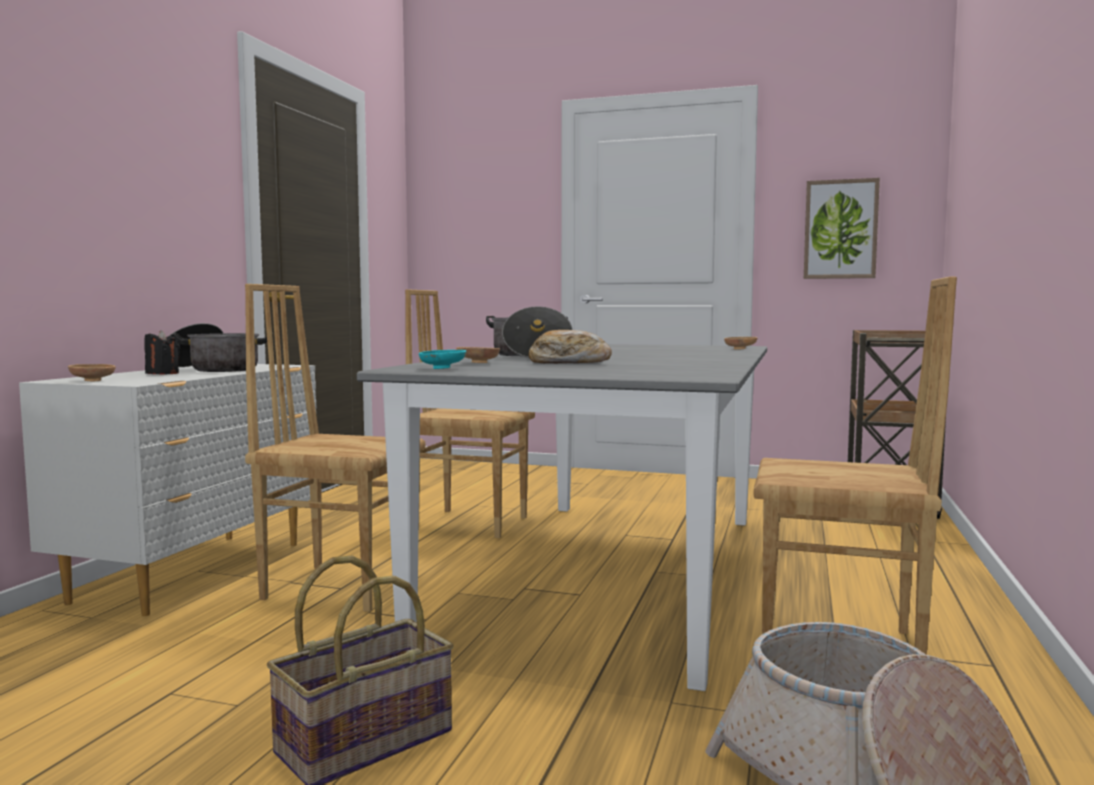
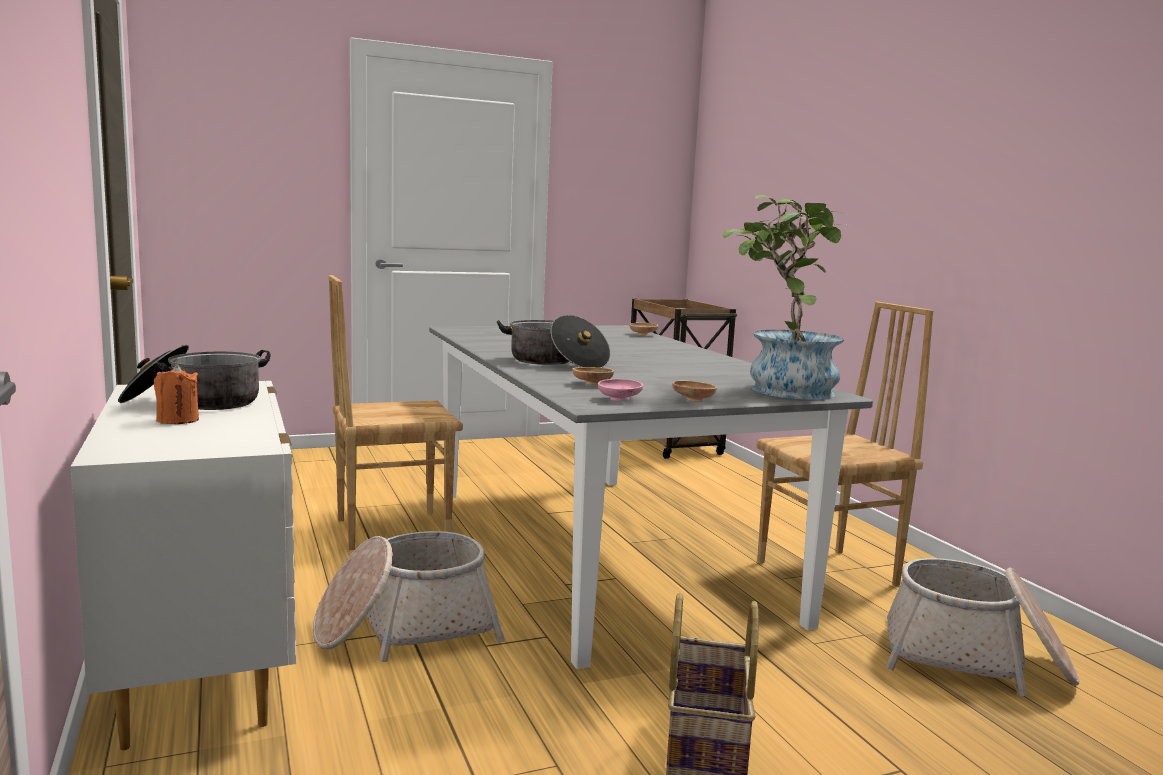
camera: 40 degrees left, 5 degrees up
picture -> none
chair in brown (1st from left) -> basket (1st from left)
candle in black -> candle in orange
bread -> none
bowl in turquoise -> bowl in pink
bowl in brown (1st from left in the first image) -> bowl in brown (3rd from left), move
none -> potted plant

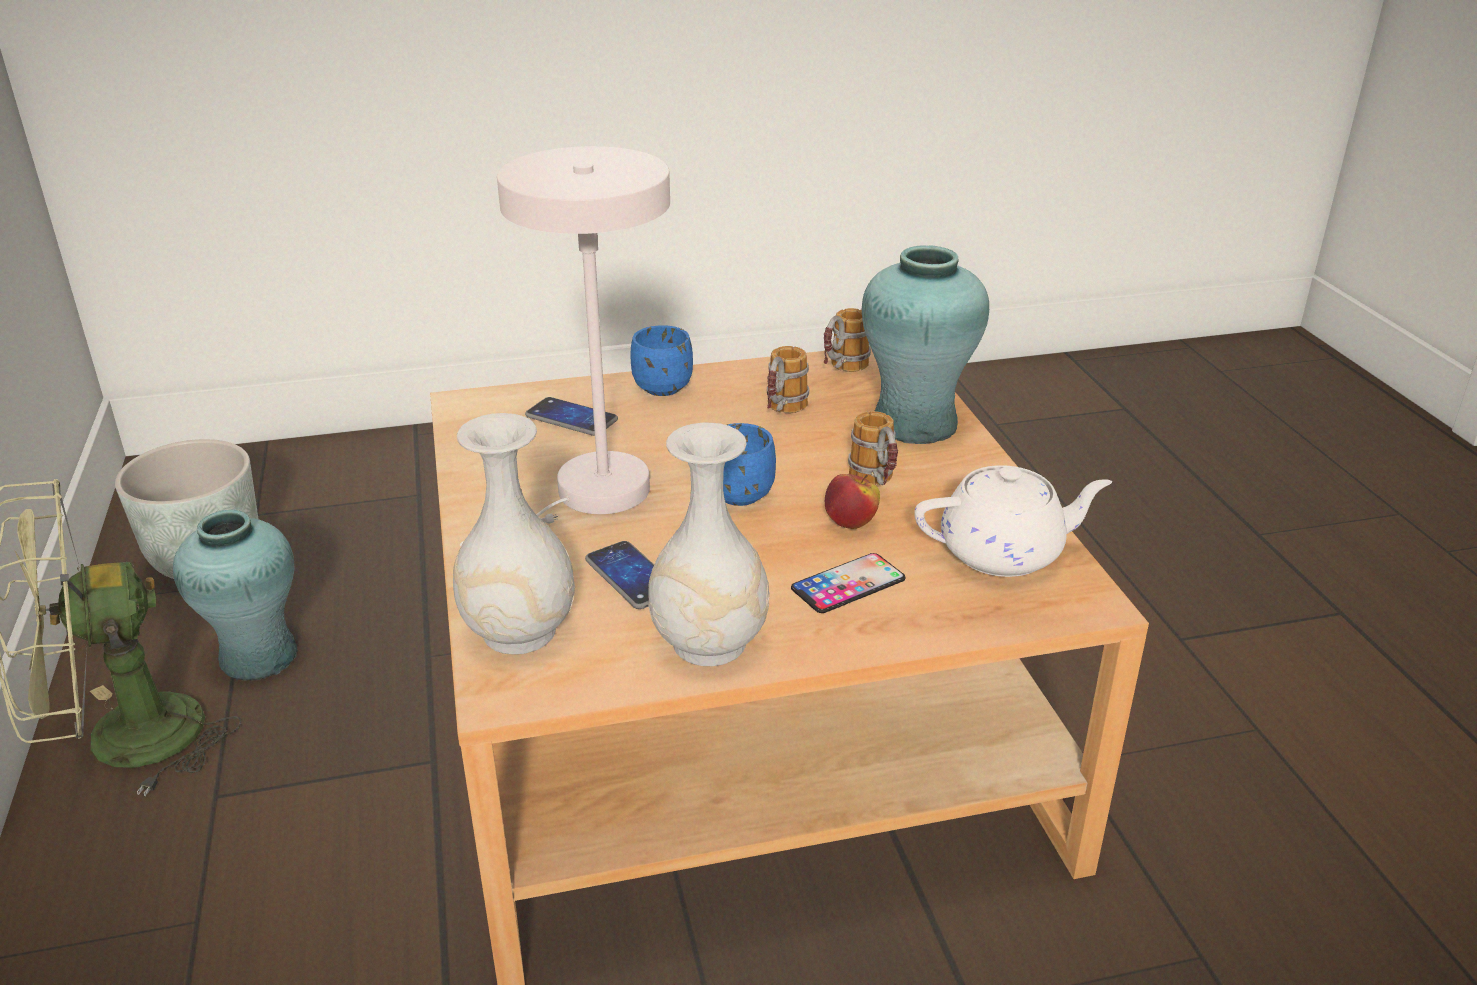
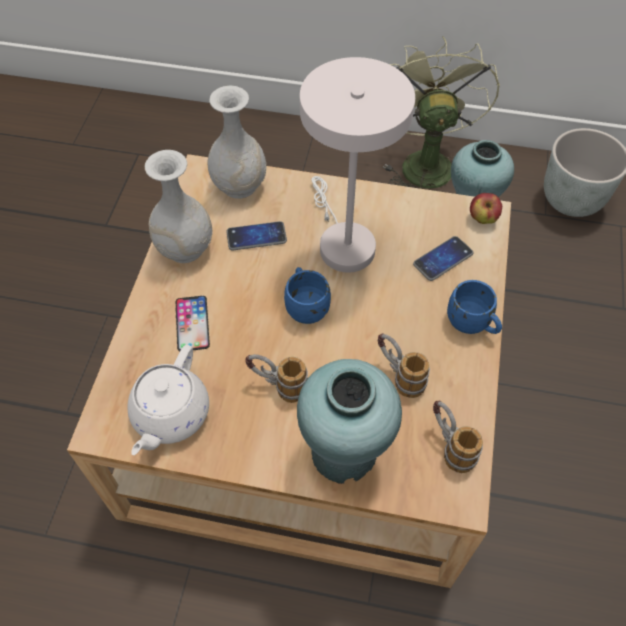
camera: 115 degrees right, 25 degrees up
apple, move

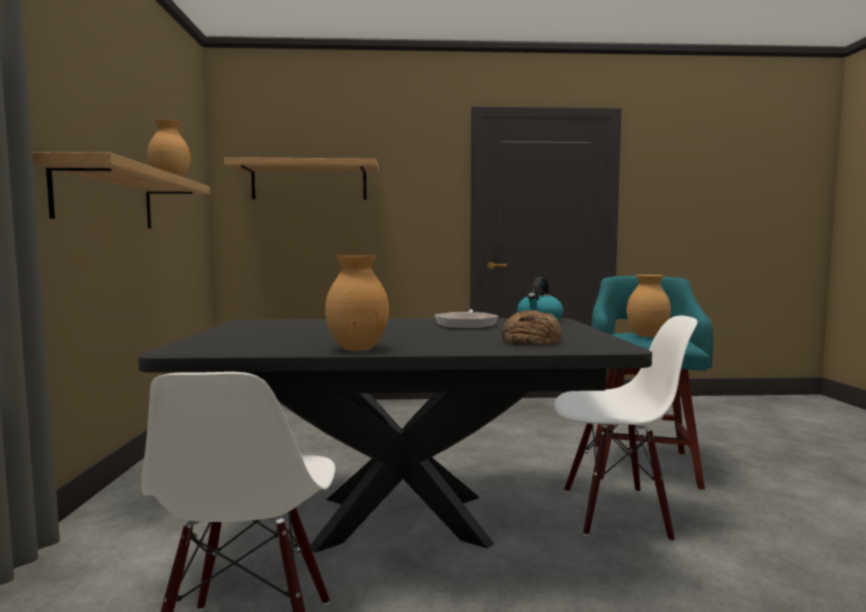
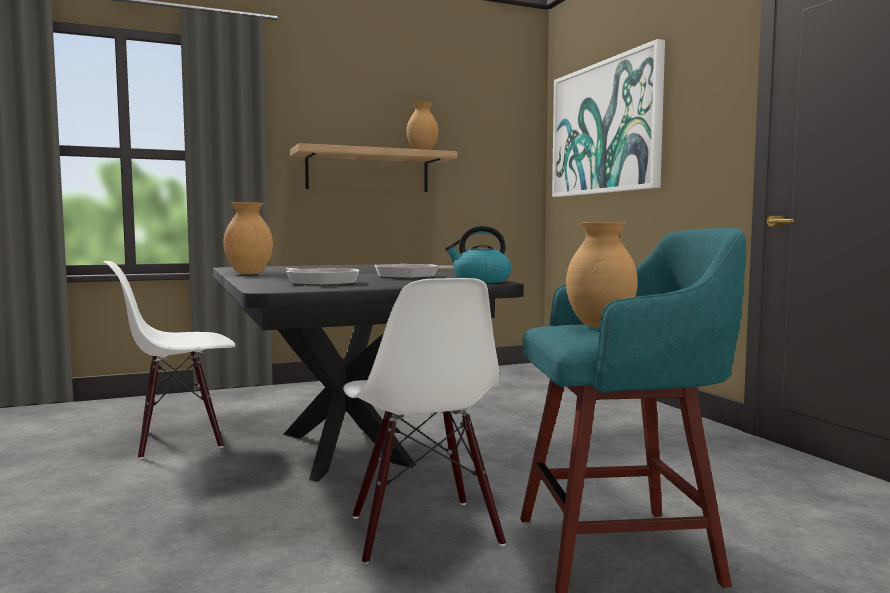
camera: 70 degrees right, 0 degrees up
shelf (2nd from left) -> picture
bread -> frying pan (1st from left)

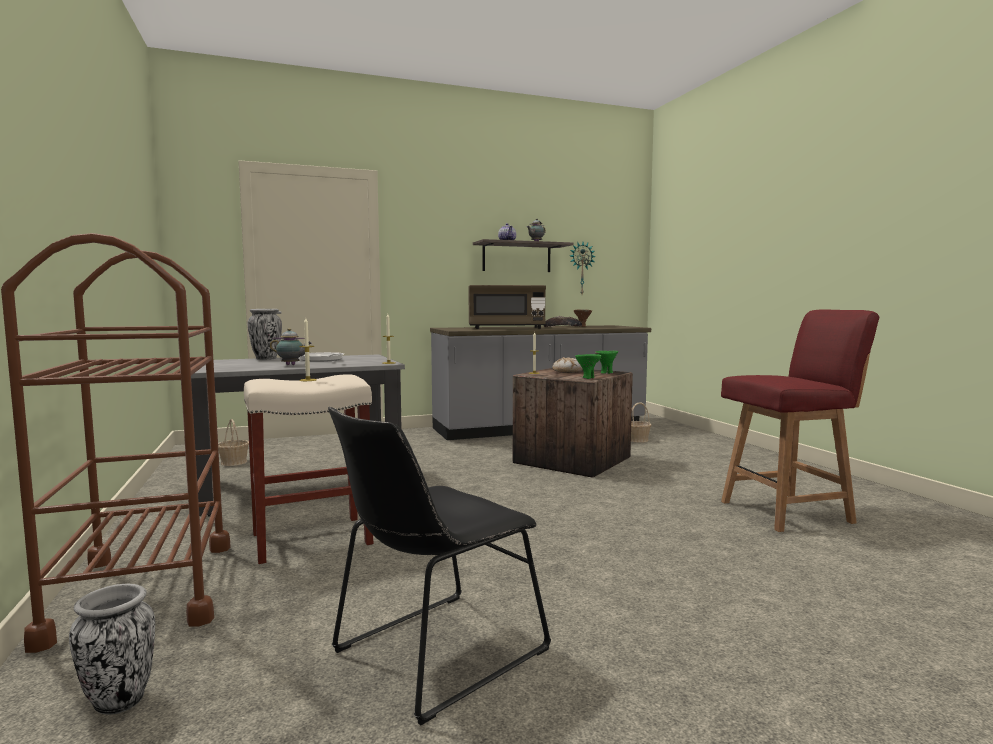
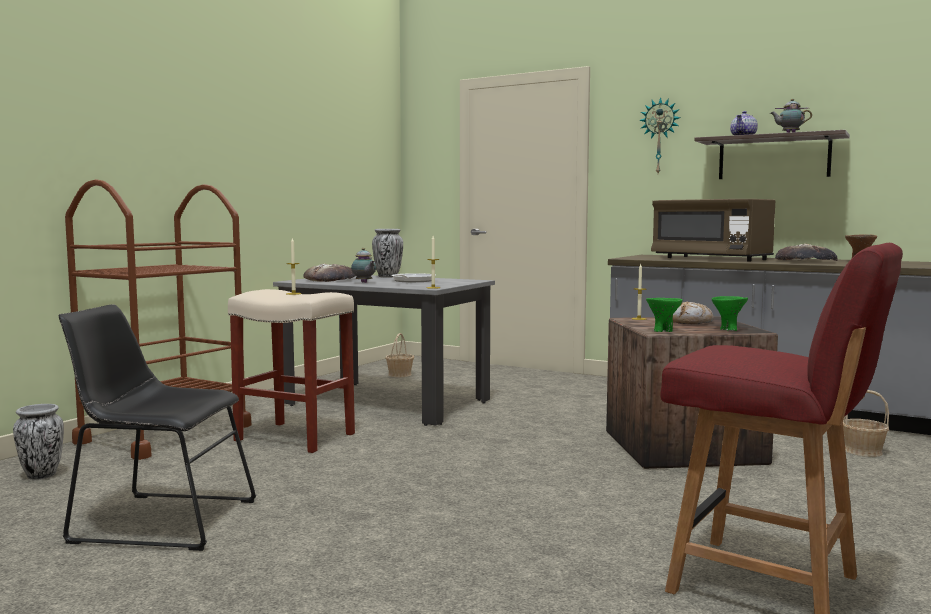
camera: 50 degrees right, 0 degrees up
wall clock, move
none -> bread (1st from left)

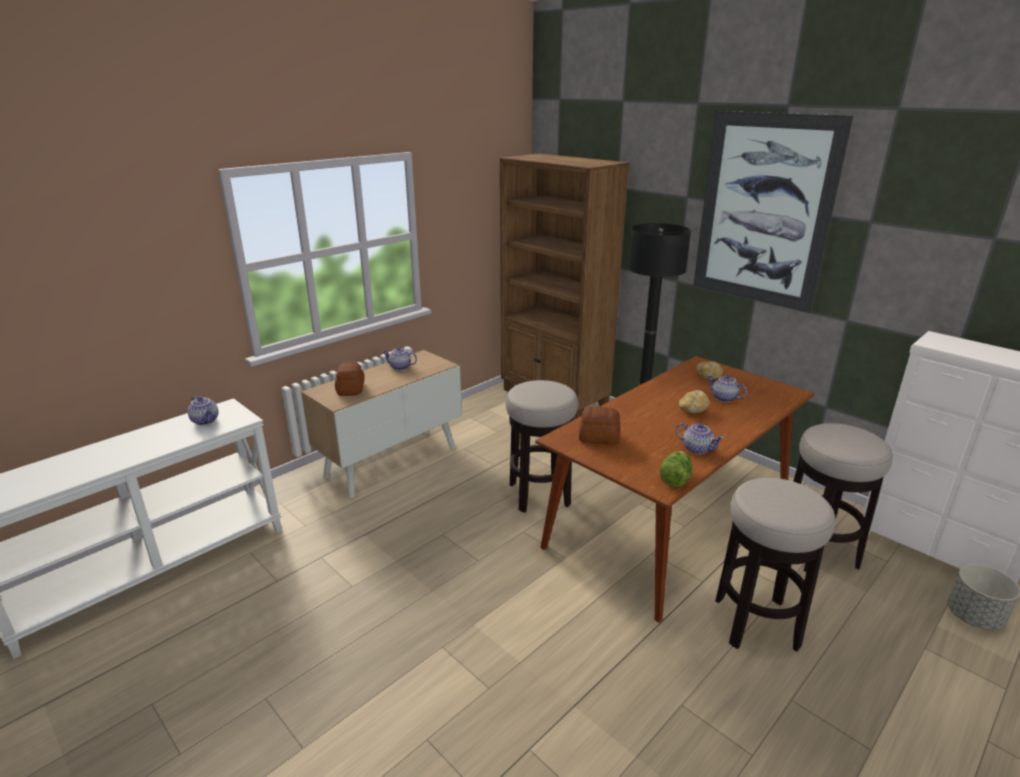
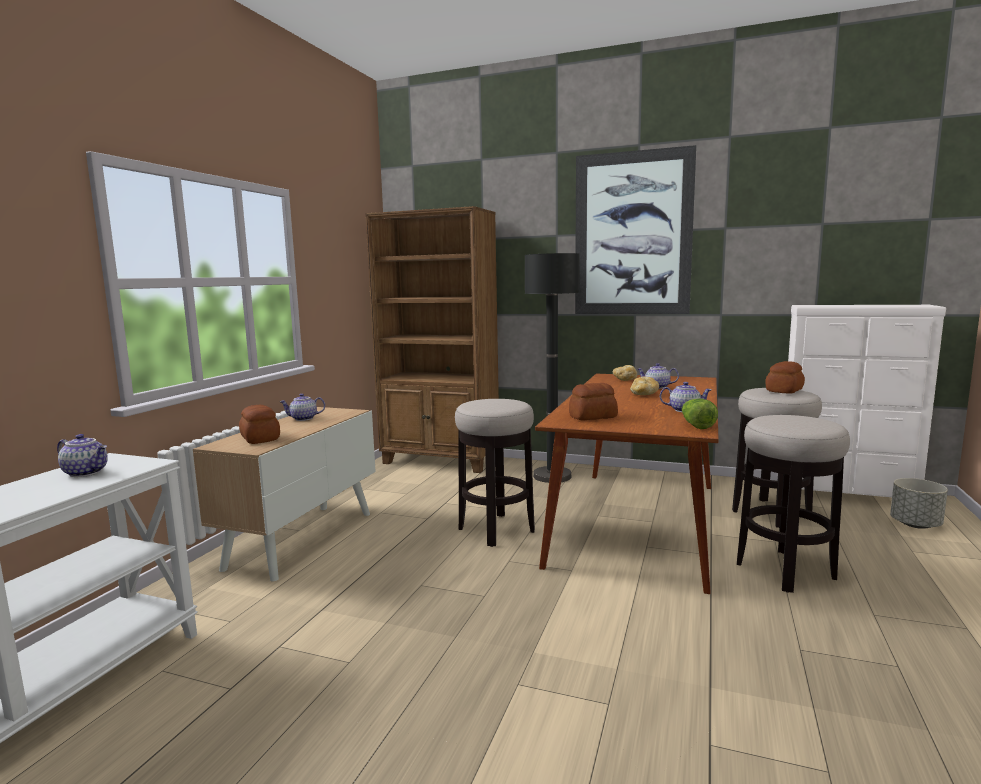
camera: 25 degrees left, 15 degrees down
none -> bread (5th from left)

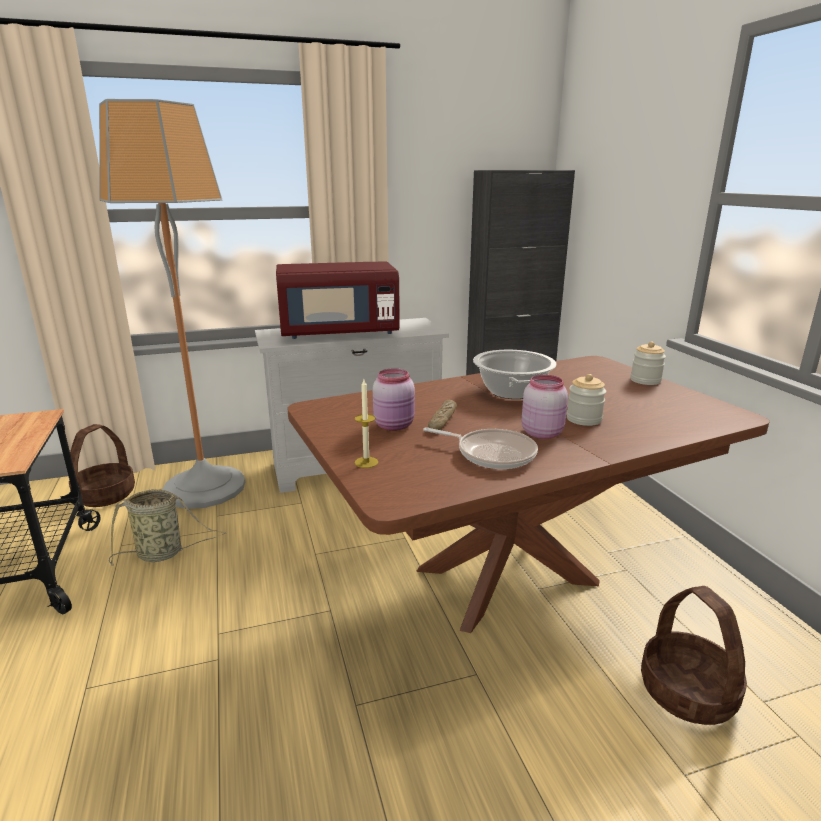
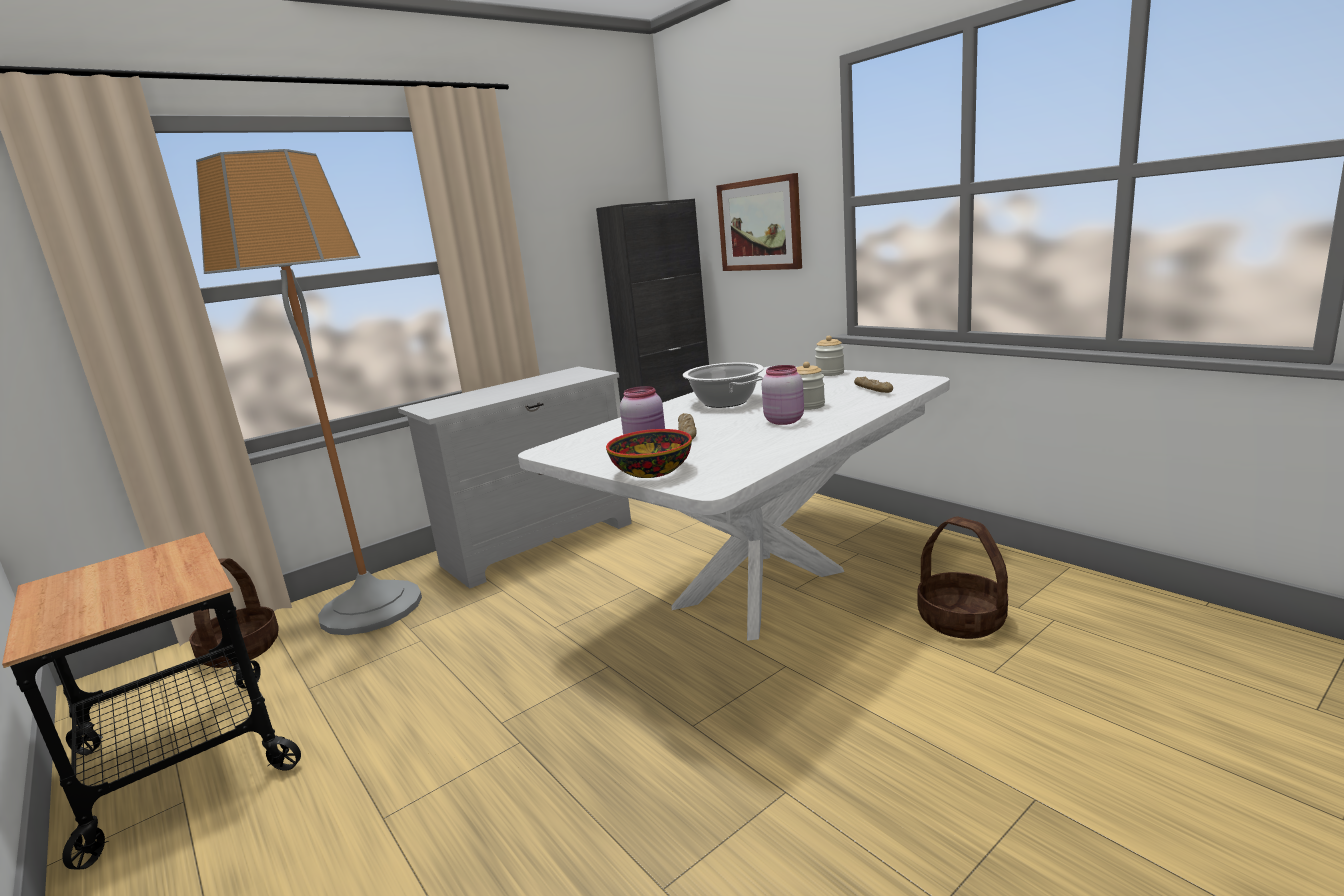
camera: 20 degrees left, 5 degrees down
microwave in red -> none
dining table in brown -> dining table in white
candle -> bowl
frying pan -> none
basket (2nd from left) -> none
none -> picture
none -> bread (2nd from left)

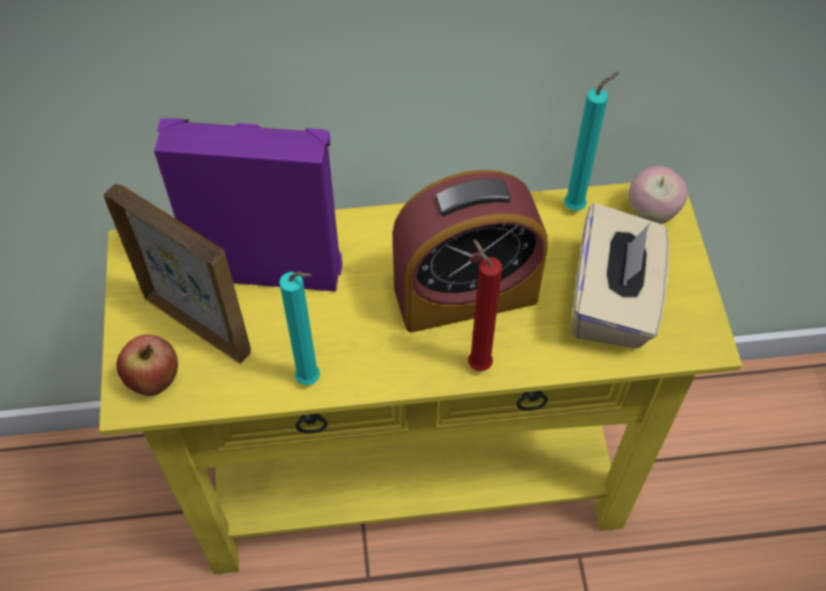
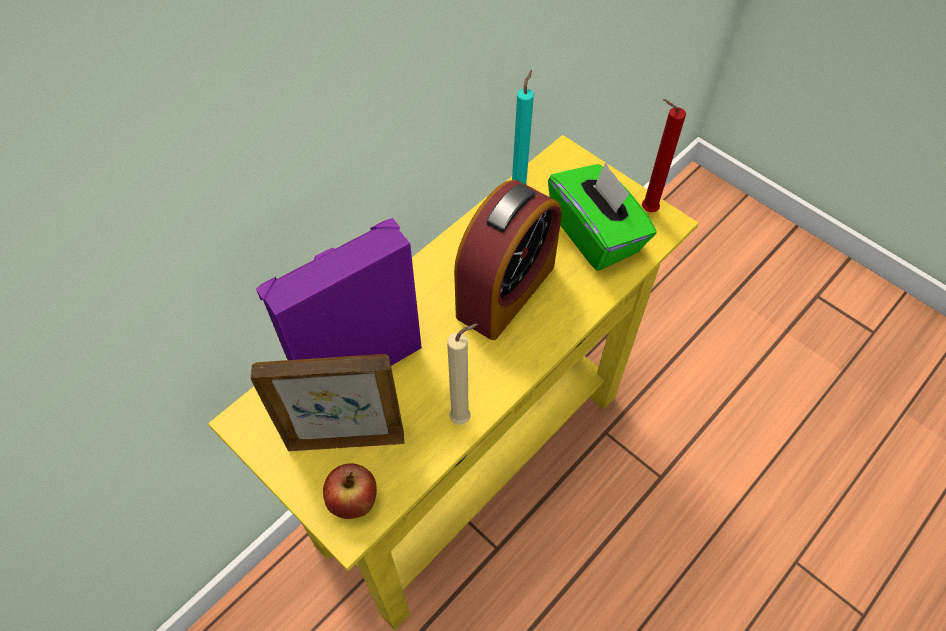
camera: 40 degrees left, 0 degrees up
apple (2nd from left) -> none
tissue box in beige -> tissue box in green
candle in red, move
candle in turquoise (1st from left) -> candle in beige

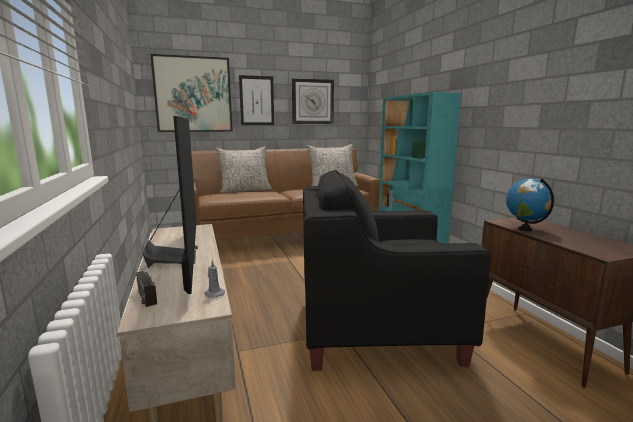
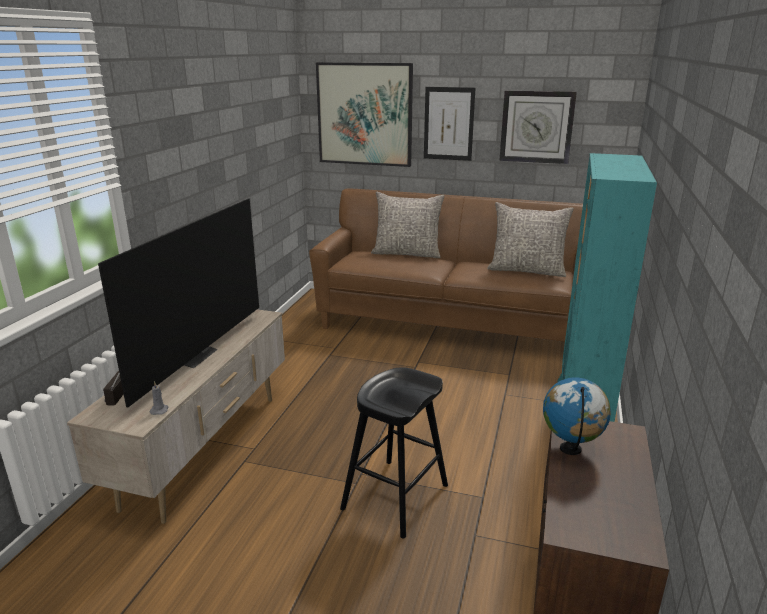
camera: 35 degrees right, 10 degrees up
armchair in black -> stool in black

